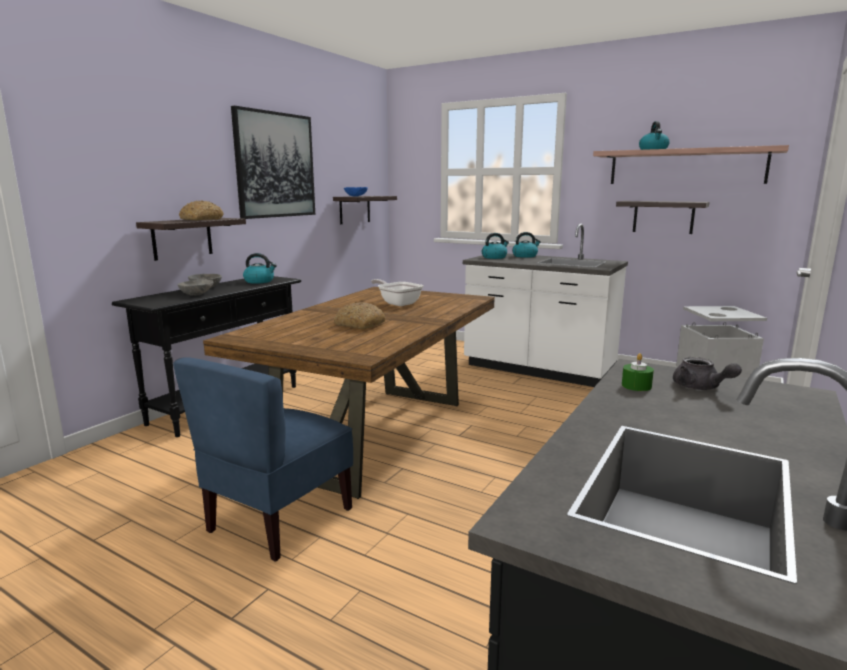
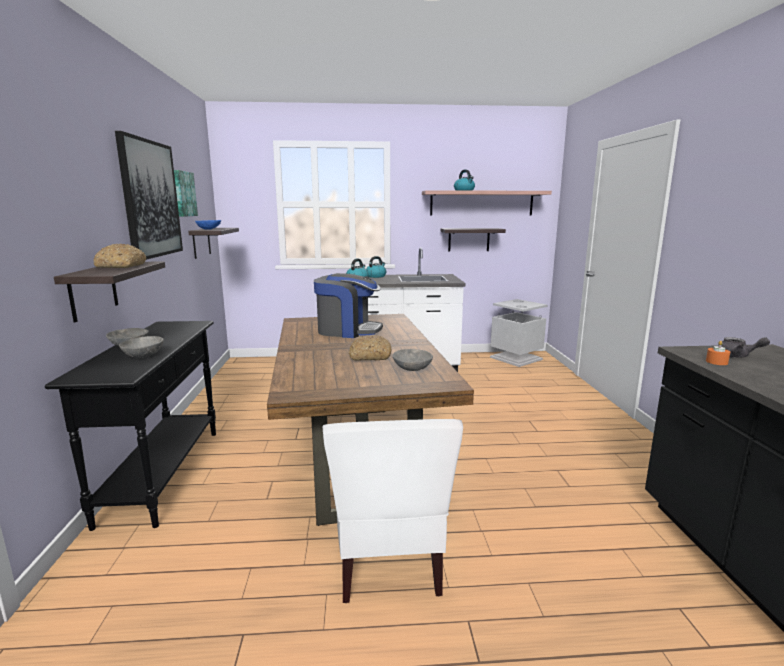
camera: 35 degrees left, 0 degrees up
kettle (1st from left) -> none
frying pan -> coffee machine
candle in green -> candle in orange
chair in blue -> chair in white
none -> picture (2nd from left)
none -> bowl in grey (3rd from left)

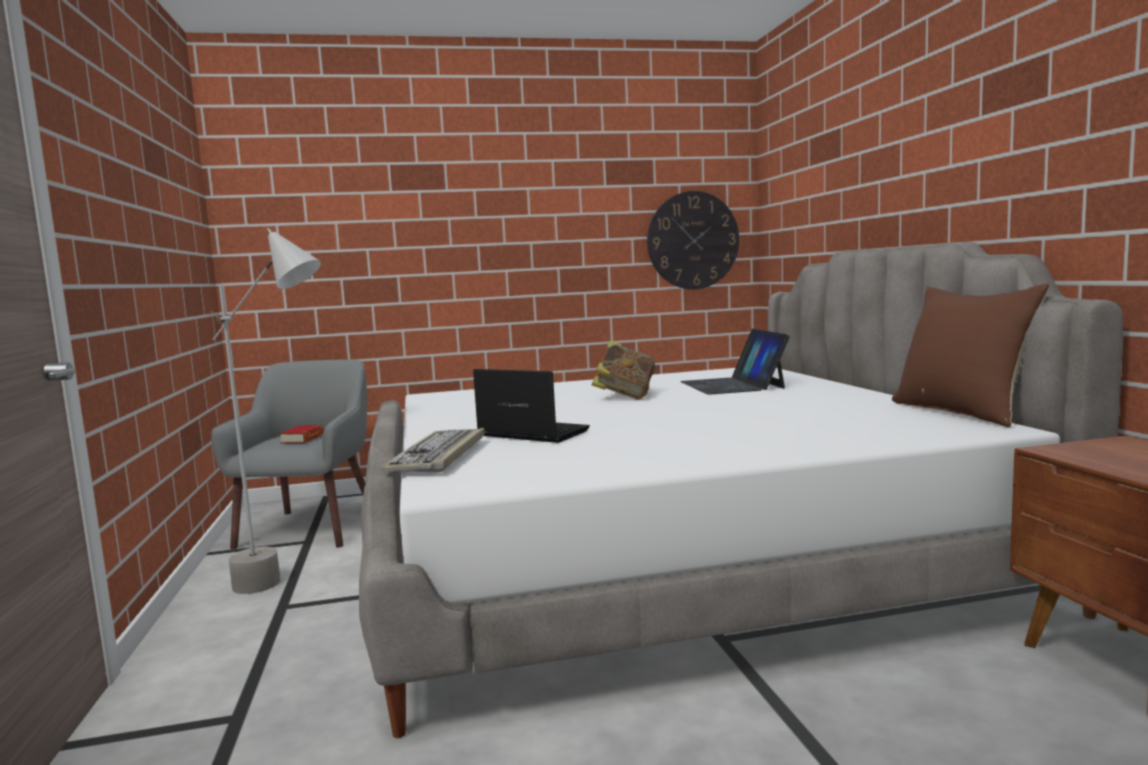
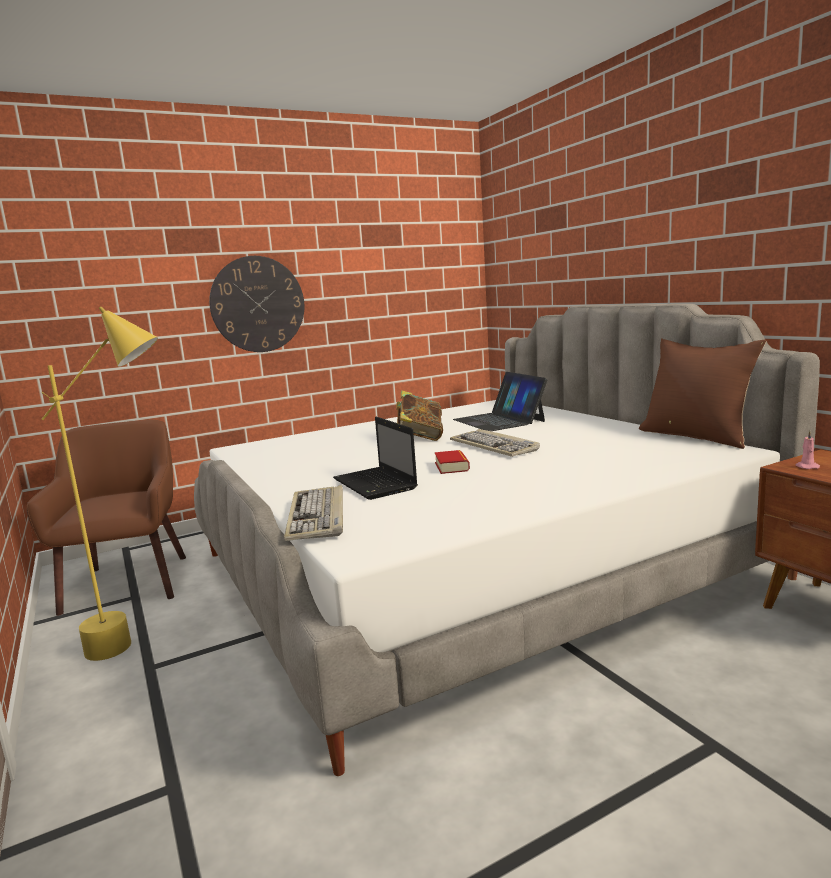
camera: 15 degrees left, 5 degrees up
wall clock, move
floor lamp in grey -> floor lamp in yellow
armchair in grey -> armchair in brown
laptop (1st from left), 135 degrees counterclockwise
book (1st from left in the first image) -> book (2nd from left), move
none -> keyboard (2nd from left)
none -> candle in pink

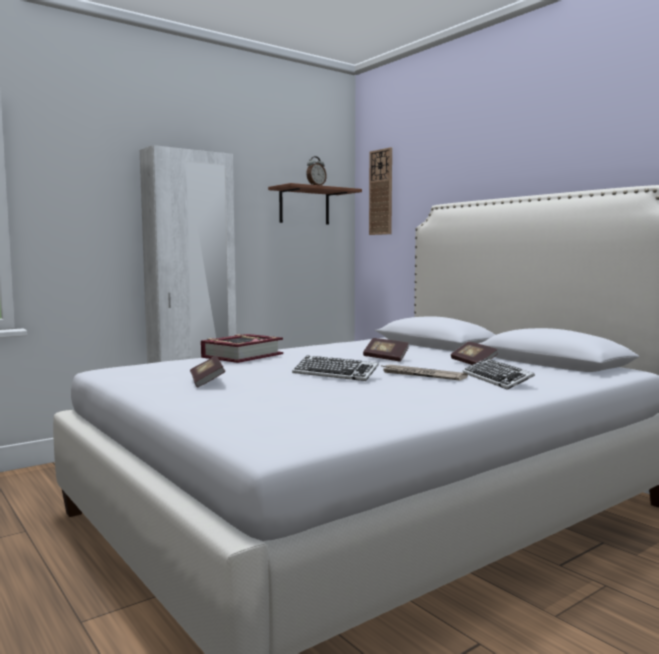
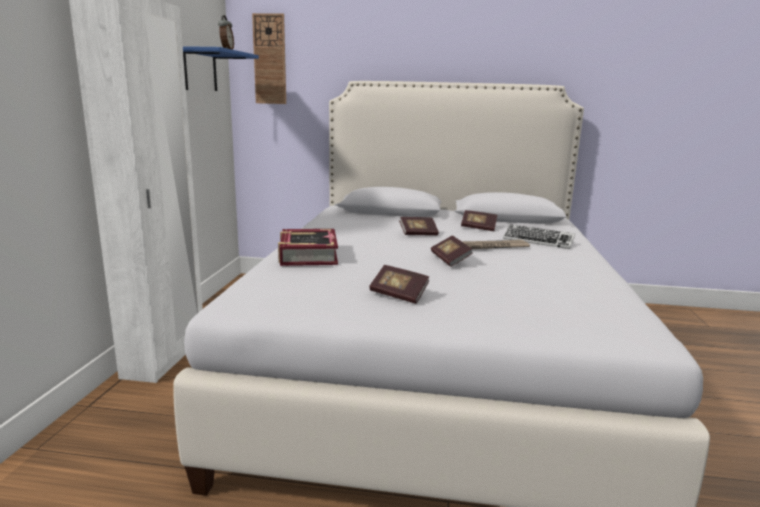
camera: 45 degrees left, 10 degrees up
shelf in brown -> shelf in blue
keyboard (1st from left) -> book (4th from left)

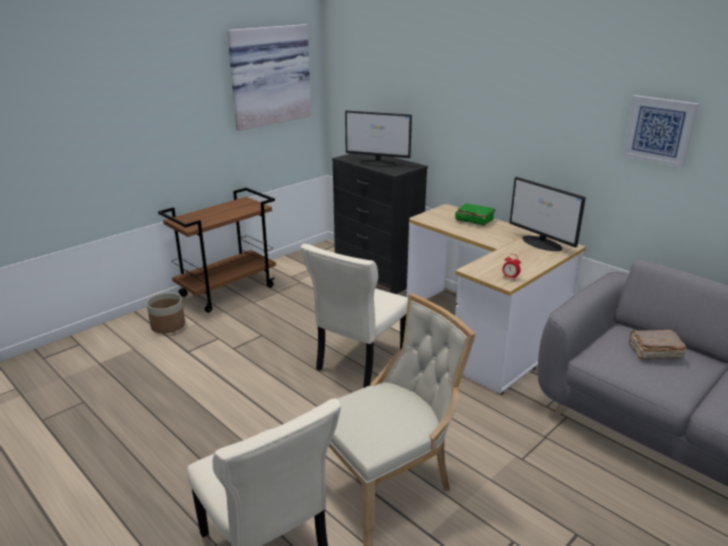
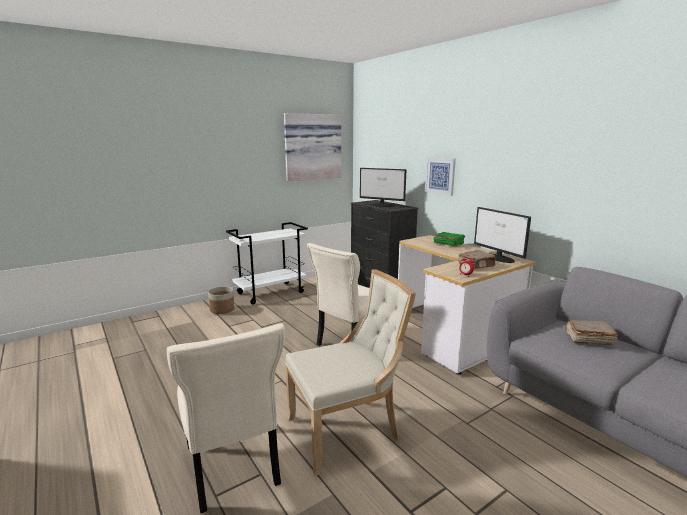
camera: 10 degrees right, 10 degrees down
picture (2nd from left), move
cart in brown -> cart in white
none -> book in brown (1st from left)

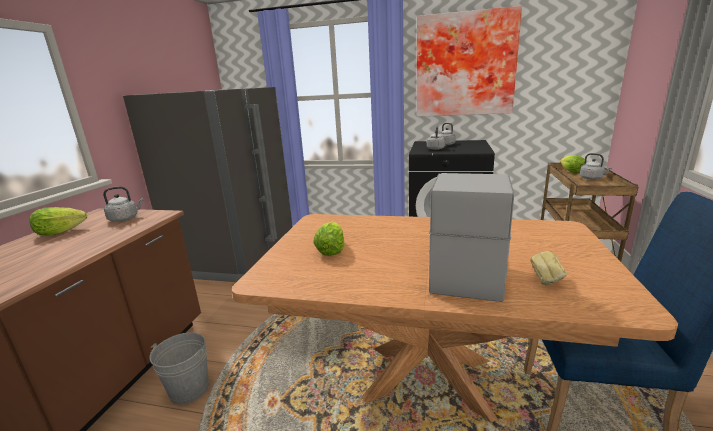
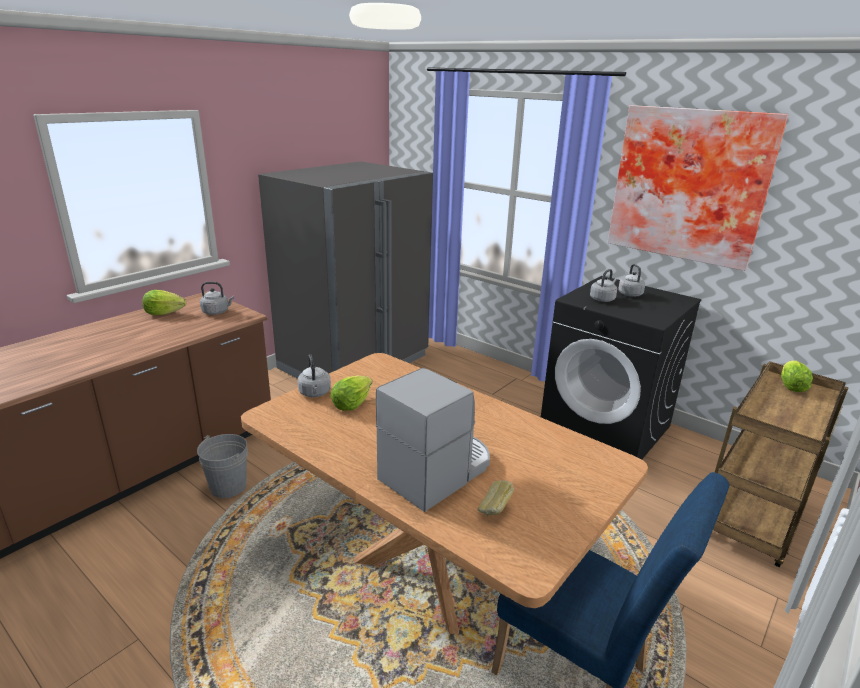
camera: 25 degrees right, 5 degrees up
kettle in grey (4th from left in the first image) -> kettle in grey (2nd from left), move

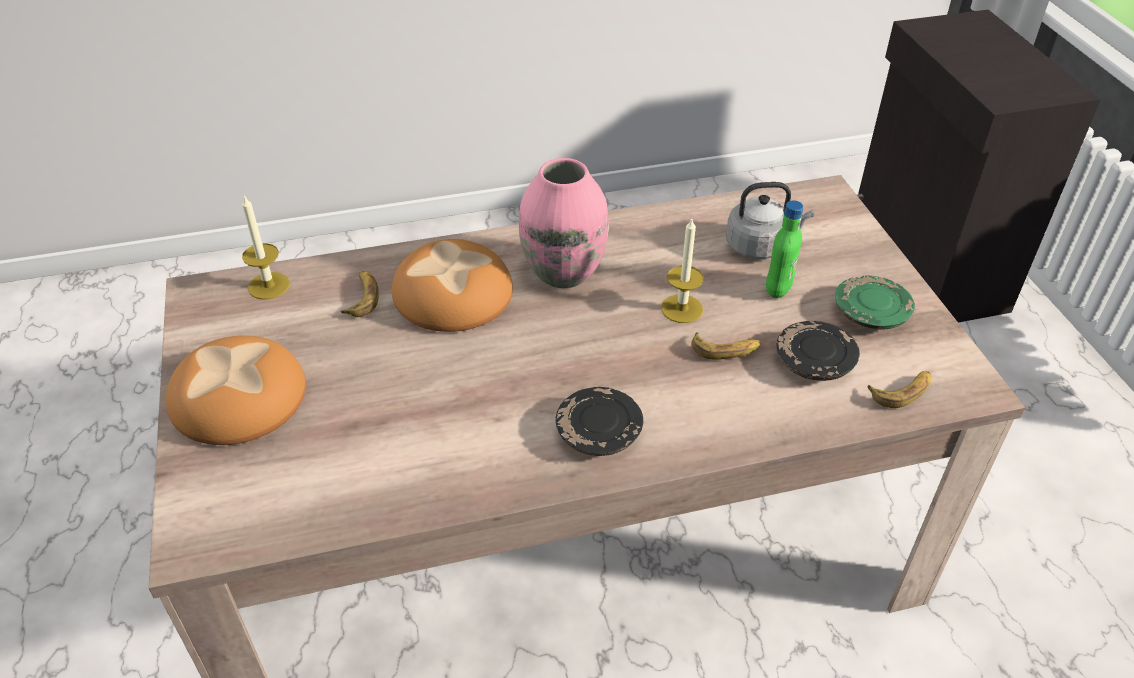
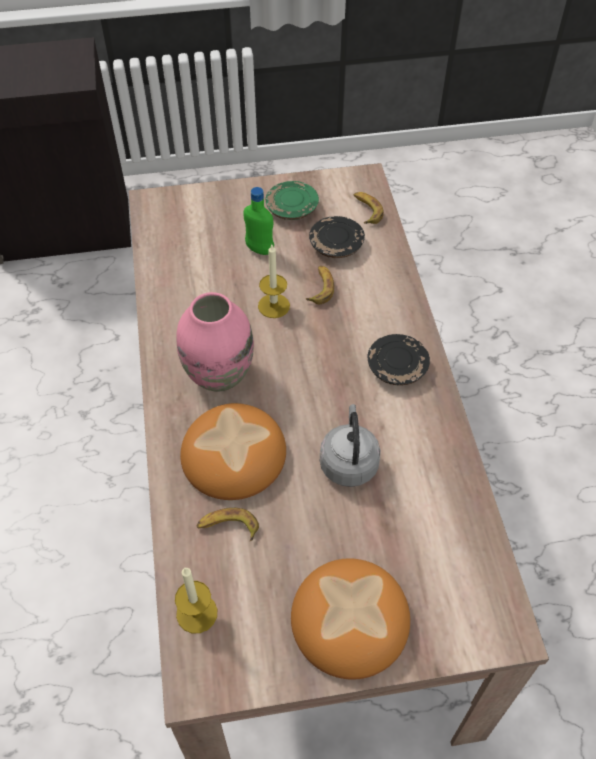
camera: 85 degrees left, 10 degrees up
kettle in grey, move

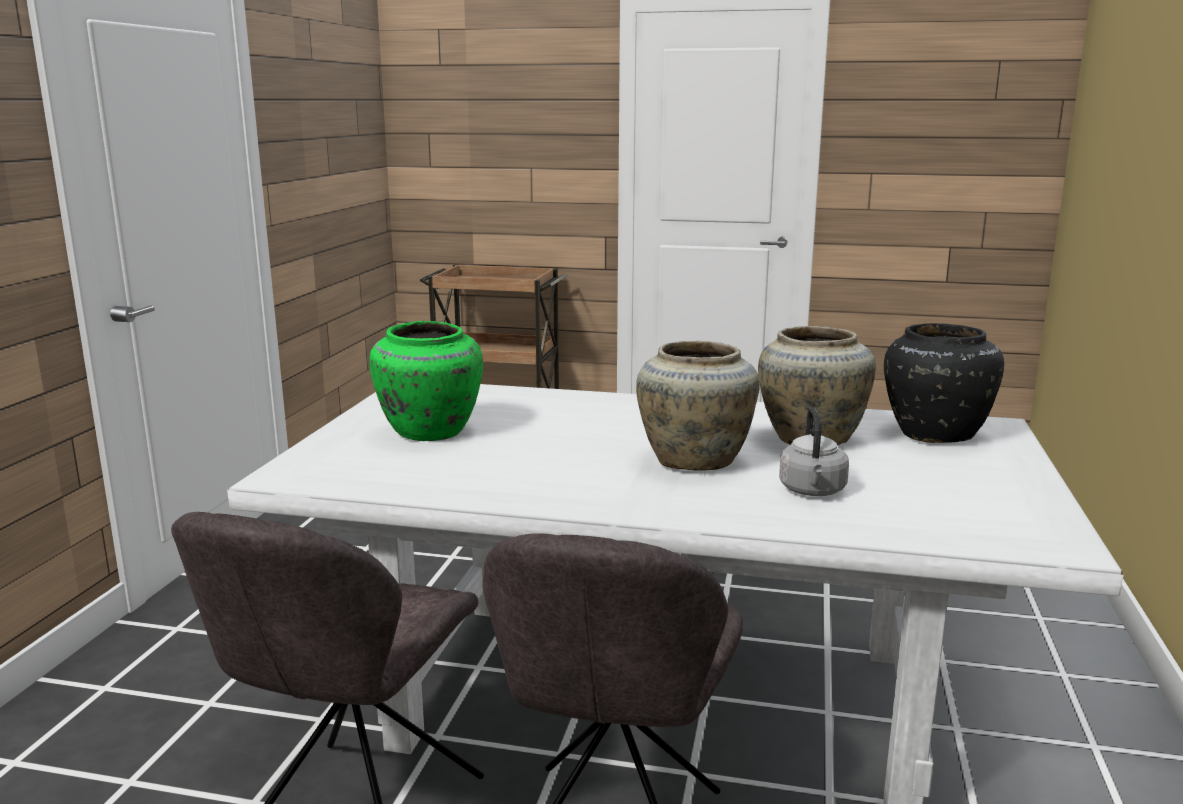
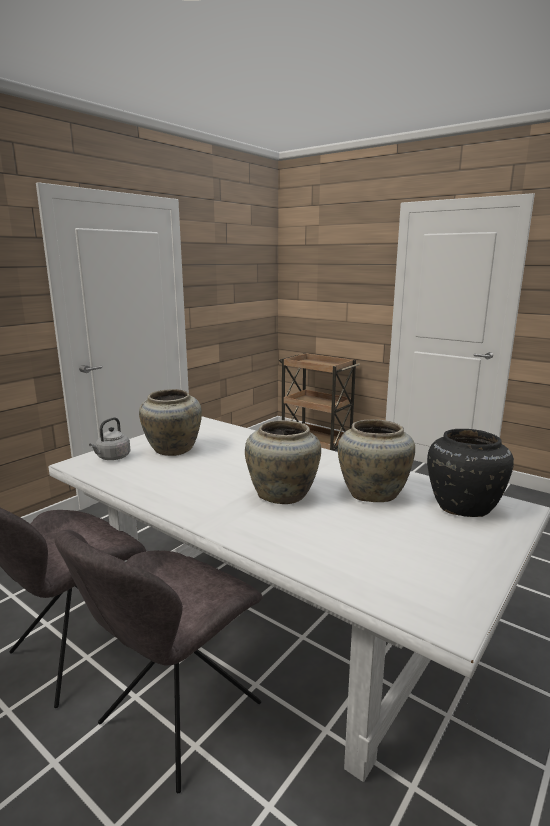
camera: 25 degrees right, 0 degrees up
vase in green -> vase in beige (1st from left)
kettle in grey, move

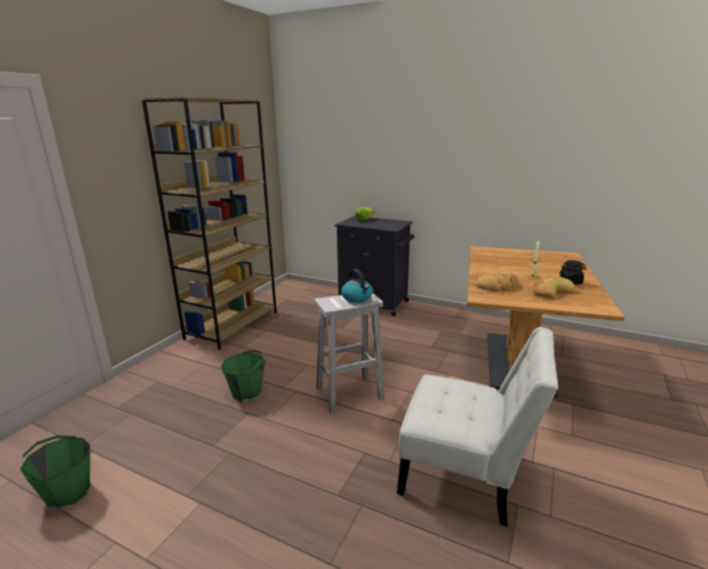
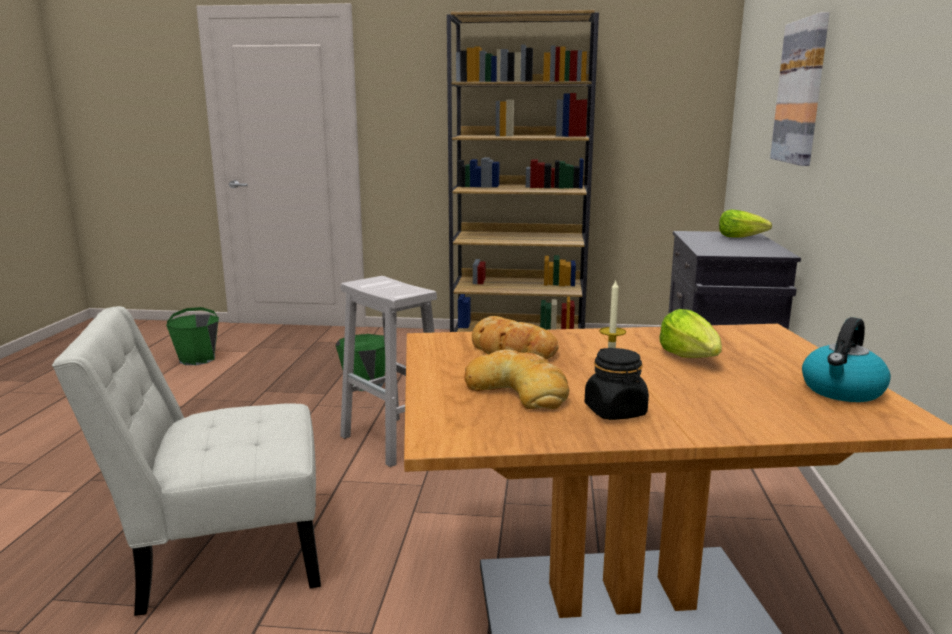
camera: 70 degrees right, 5 degrees down
kettle, move
chair in white, 75 degrees clockwise
none -> picture
none -> lettuce (1st from left)

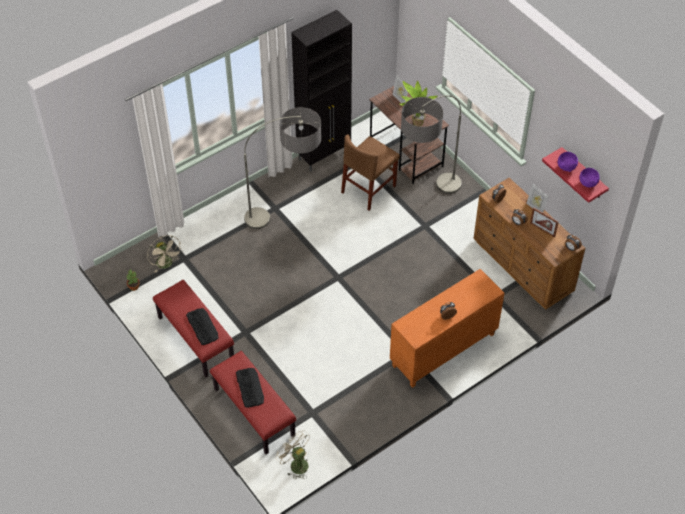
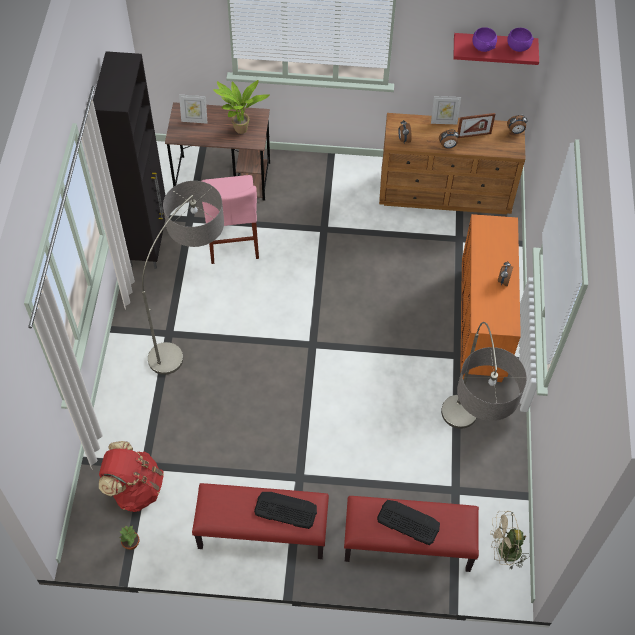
camera: 50 degrees left, 5 degrees up
floor lamp (2nd from left), move
chair in brown -> chair in pink
fan in beige (1st from left) -> backpack in red

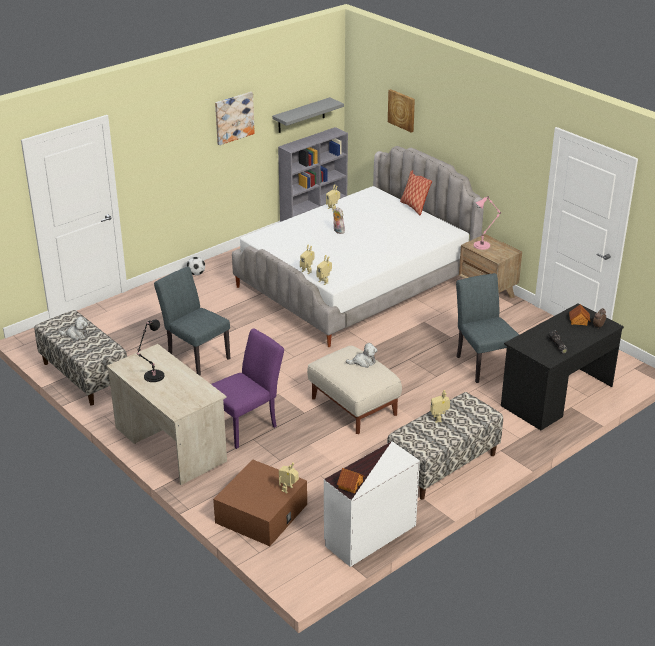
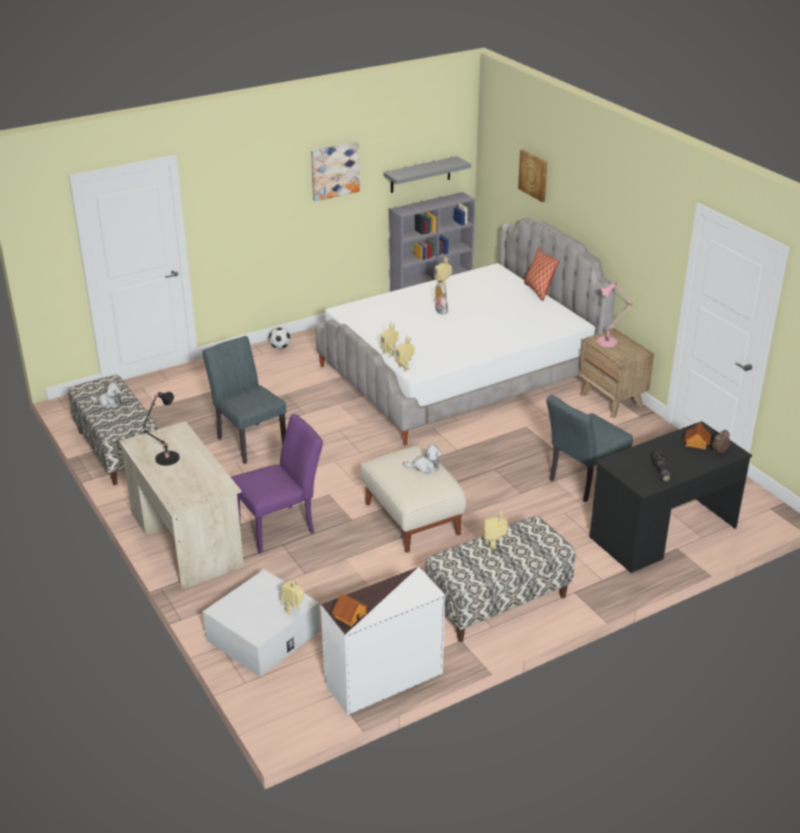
camera: 10 degrees right, 0 degrees up
chair in grey (2nd from left), 120 degrees counterclockwise
storage box in brown -> storage box in white

